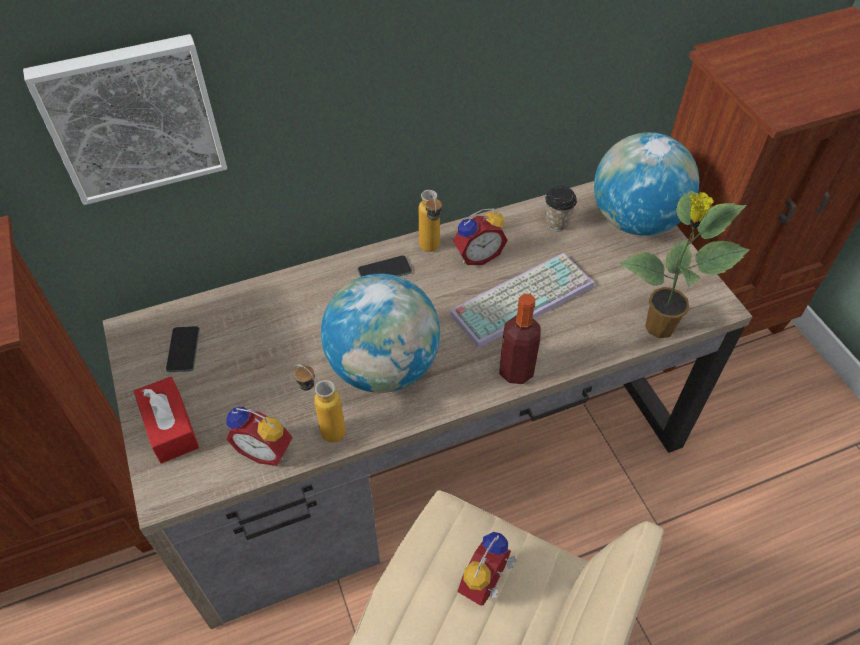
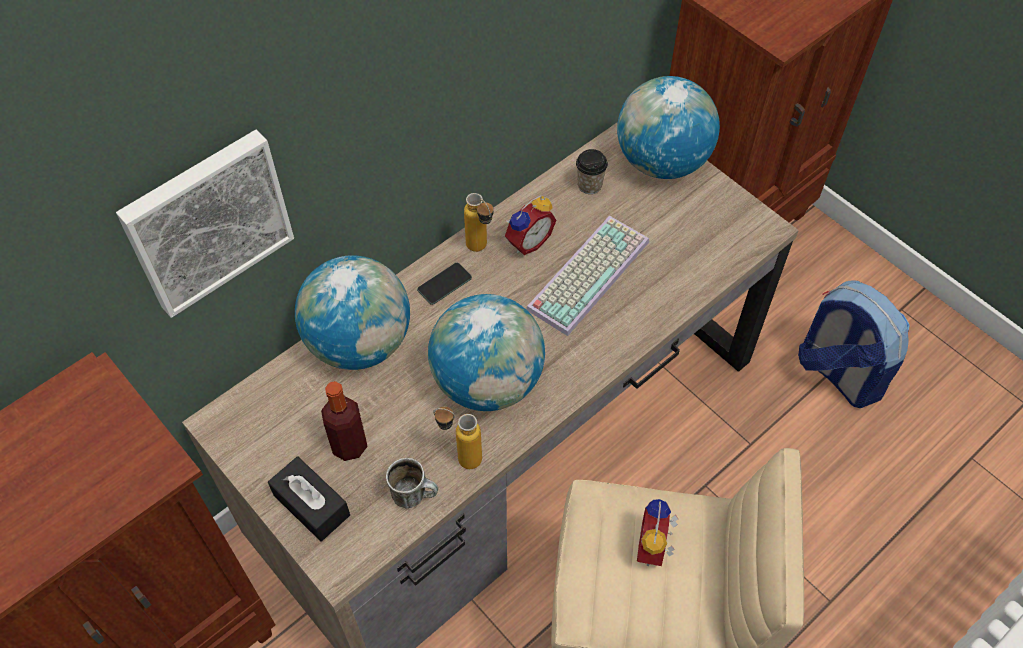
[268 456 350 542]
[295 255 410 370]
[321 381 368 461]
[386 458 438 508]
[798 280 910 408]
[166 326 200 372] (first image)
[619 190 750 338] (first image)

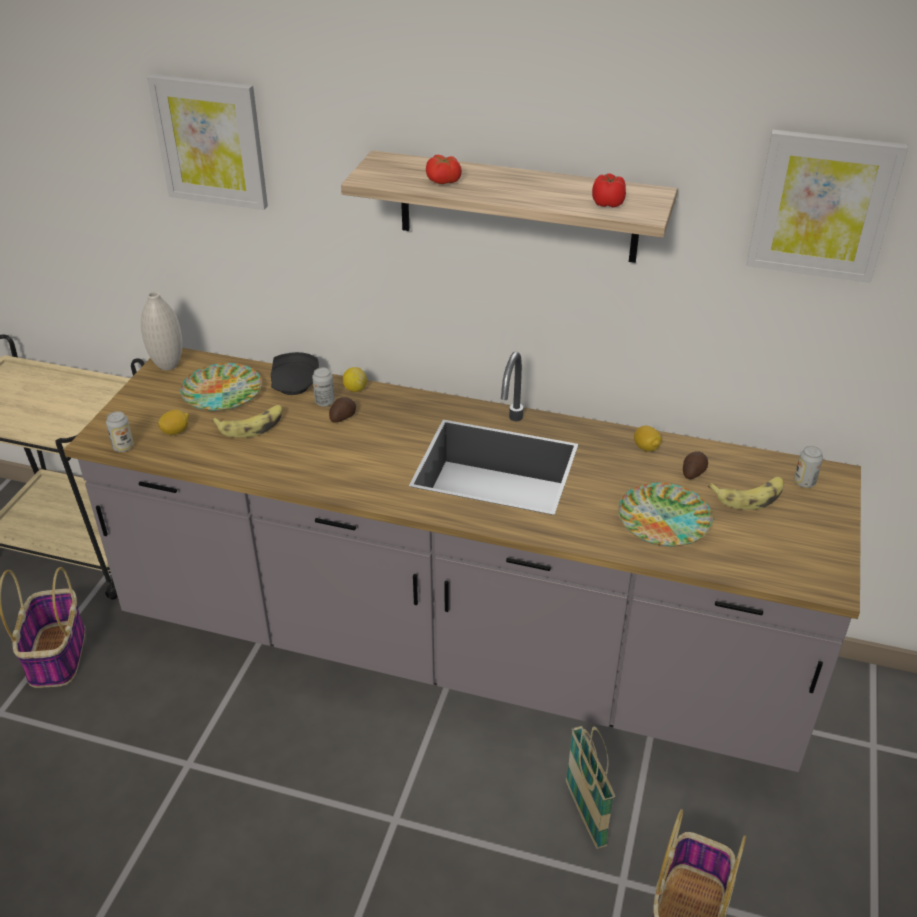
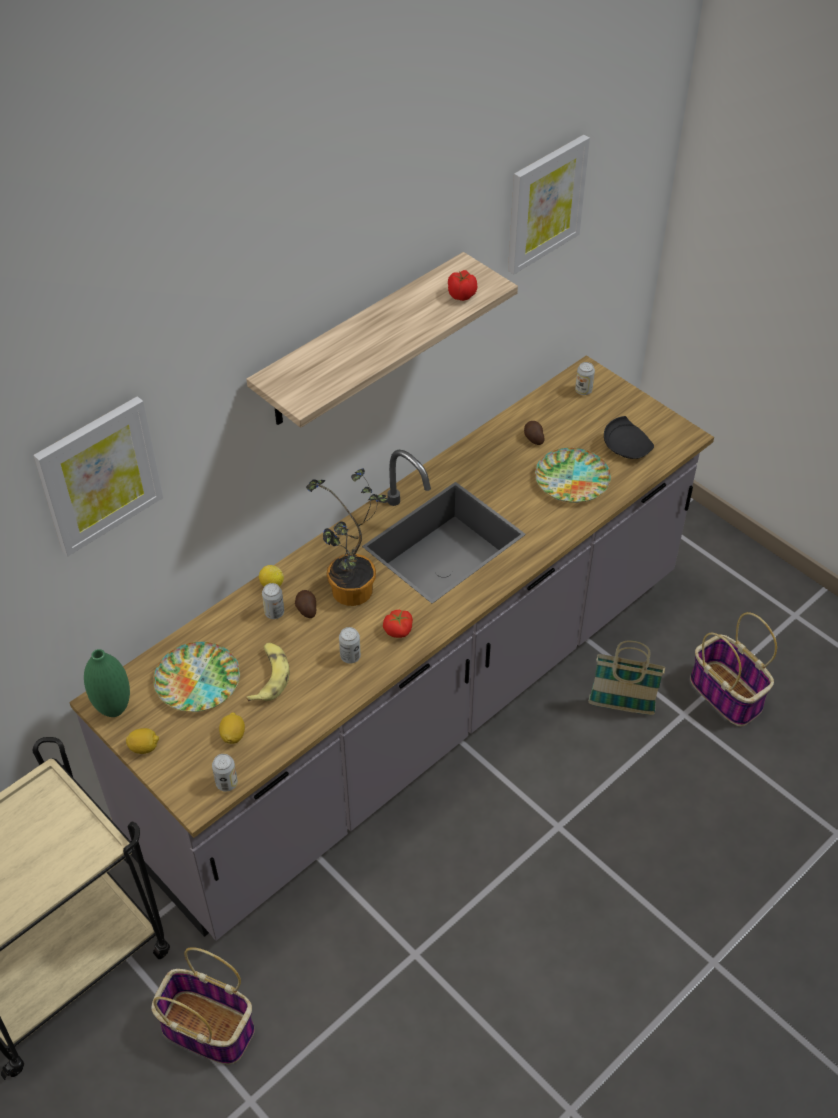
[84 649 130 717]
[126 728 159 754]
[306 468 388 606]
[339 627 361 664]
[383 610 413 638]
[604 416 654 459]
[708 477 784 510] (first image)

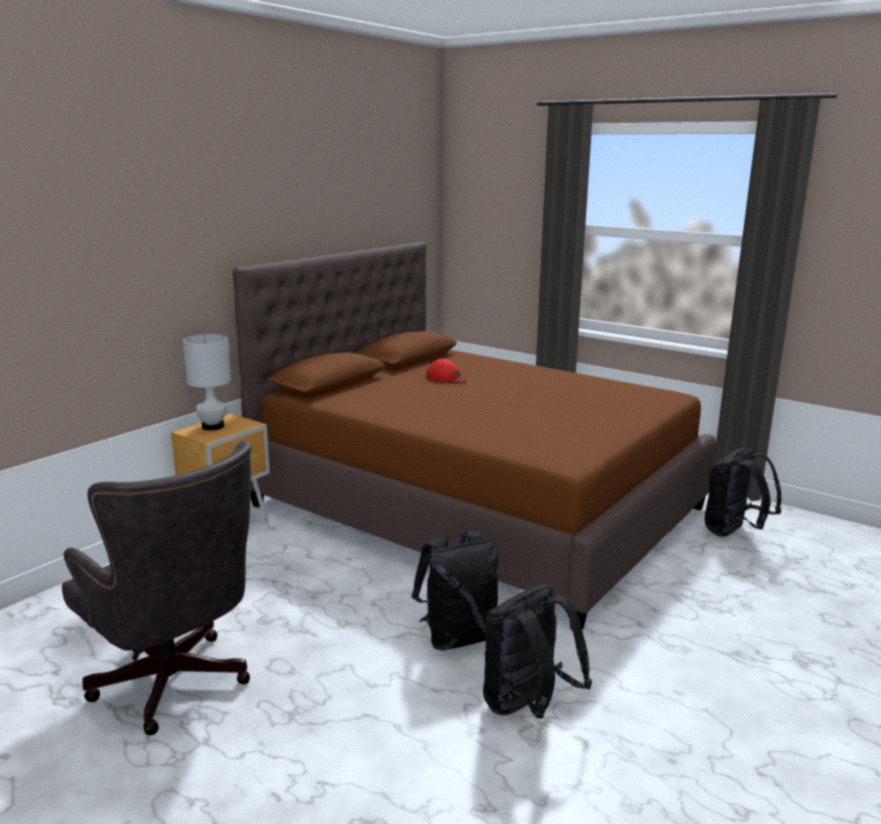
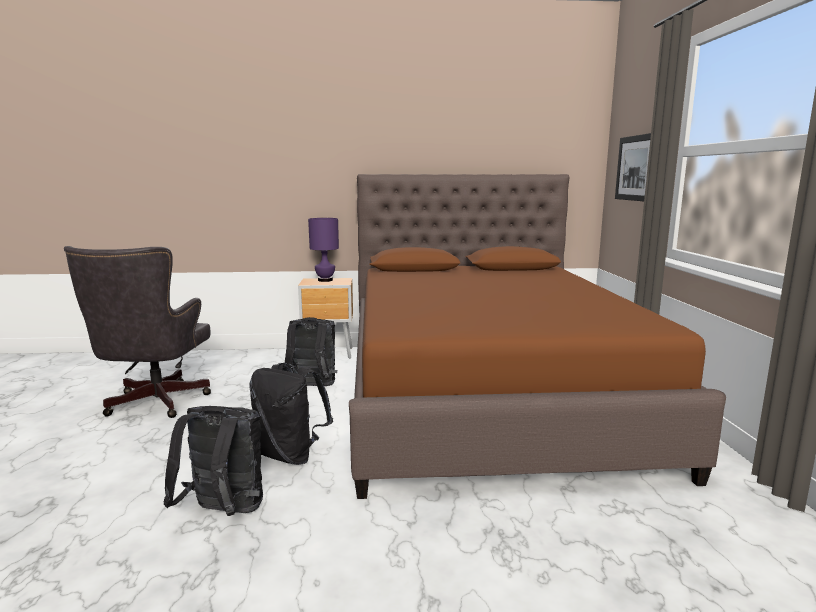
[285 317 337 386]
[308 218 339 282]
[615 133 651 201]
[426 359 467 383] (first image)

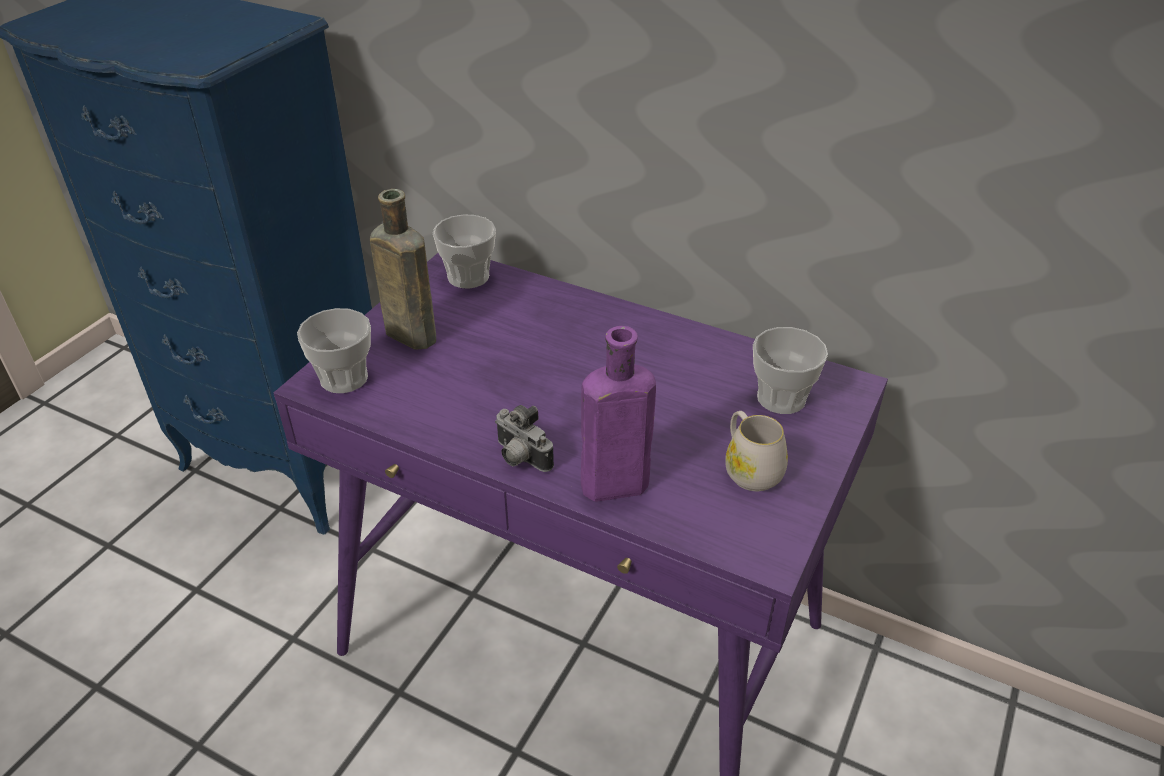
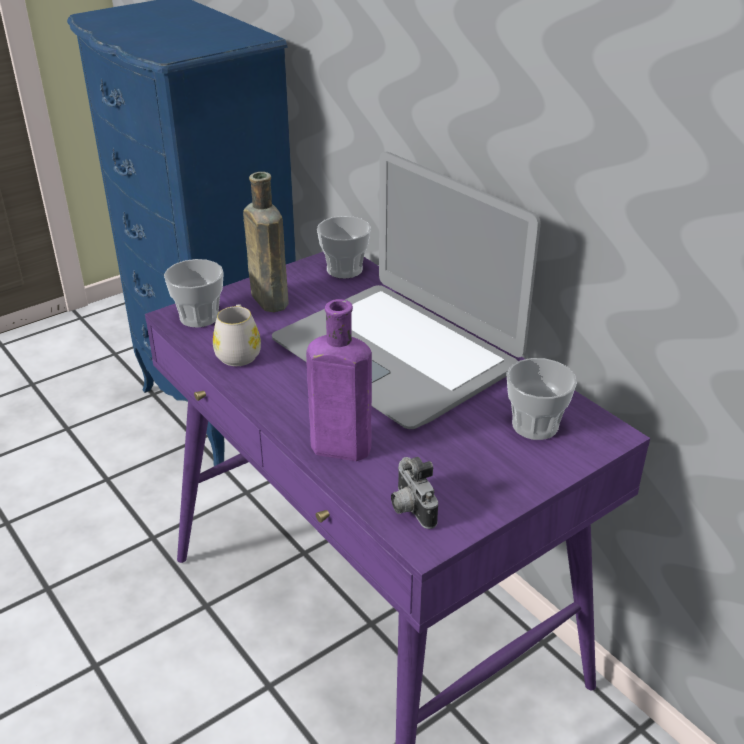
[213 305 261 366]
[272 152 541 429]
[391 457 438 529]

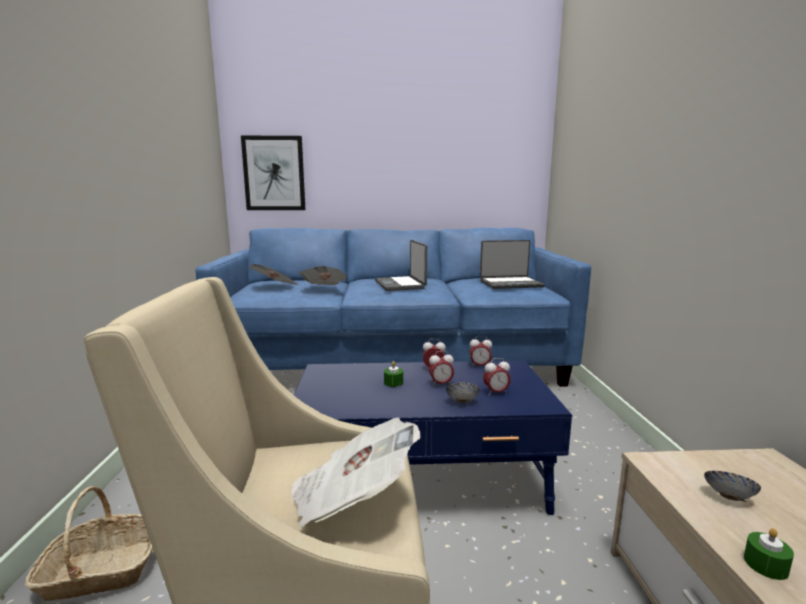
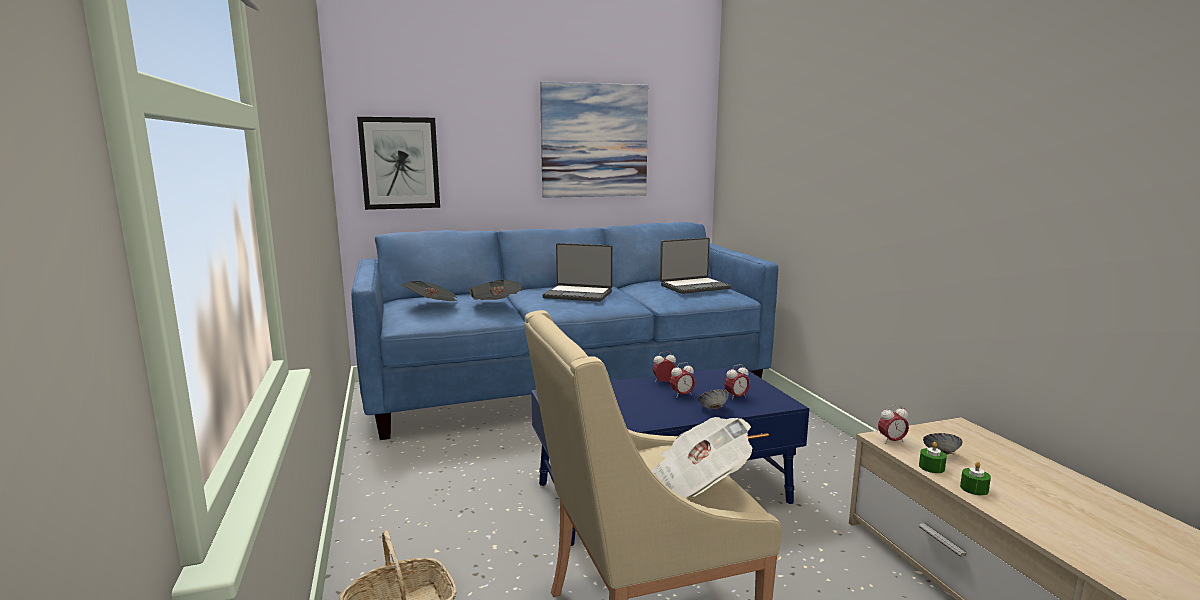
[540 81 648 198]
[542 243 613 302]
[878 405 909 444]
[919 442 947 473]

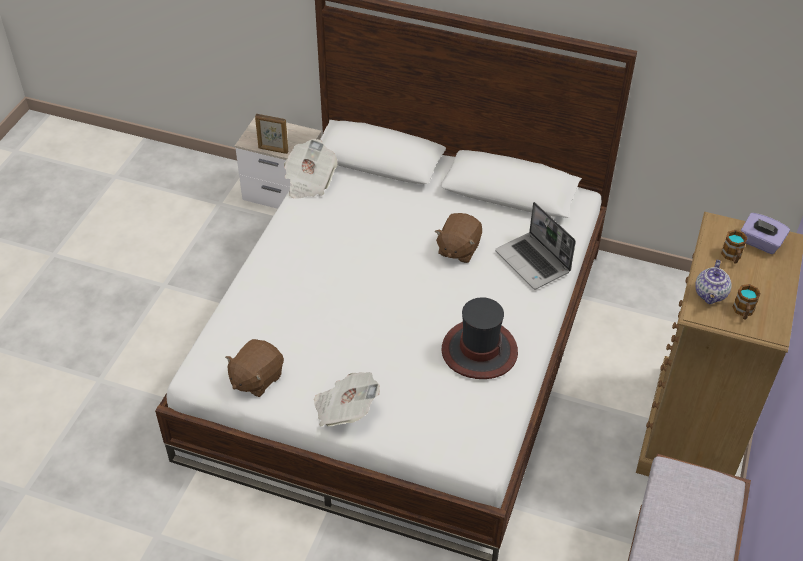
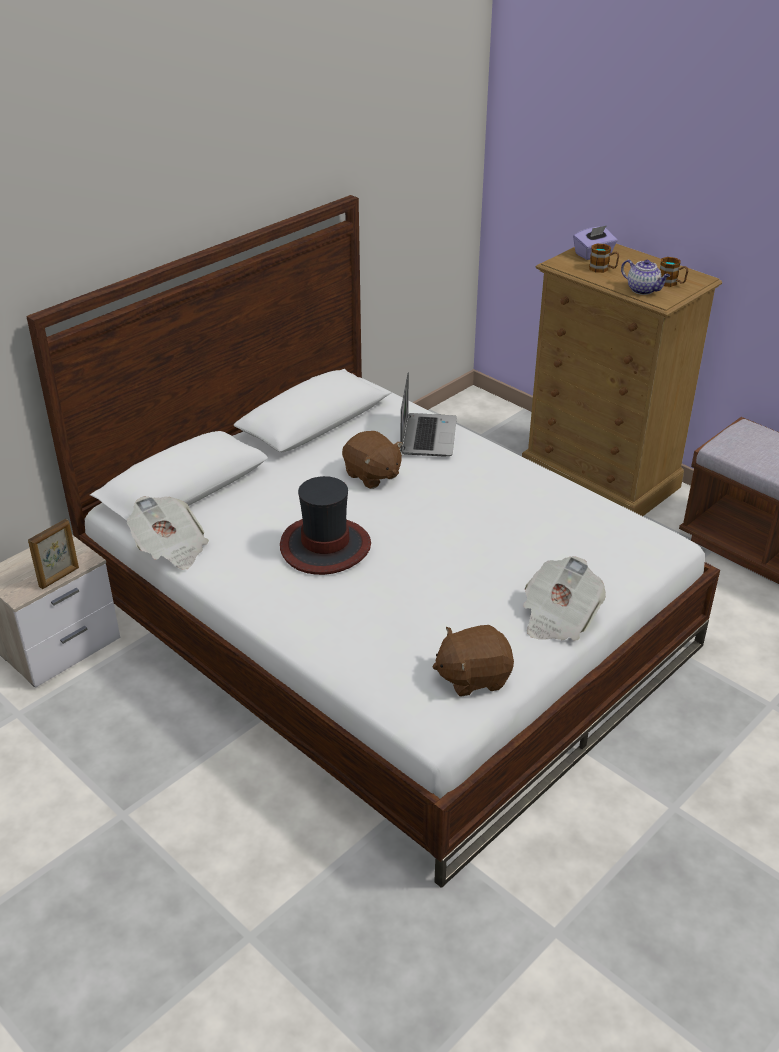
[280 476 371 575]
[400 372 457 456]
[433 625 514 697]

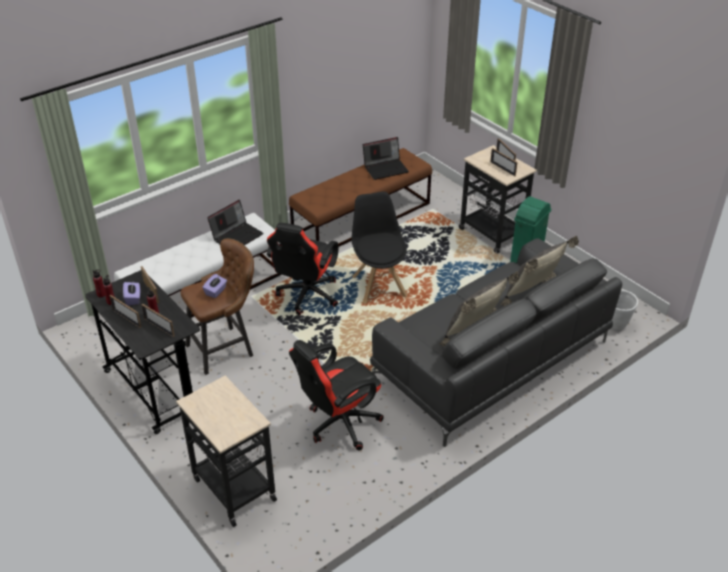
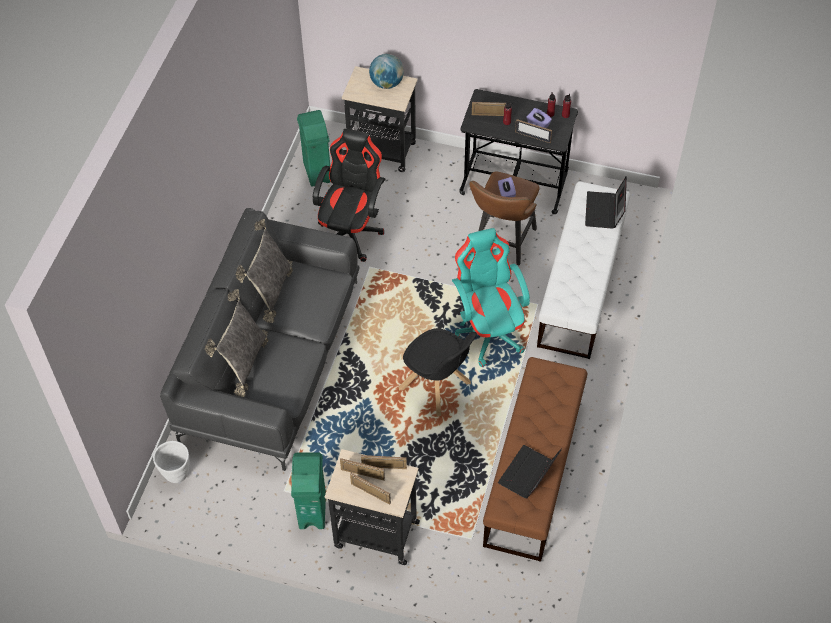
[297 110 330 187]
[361 455 407 469]
[369 54 404 89]
[452 228 530 367]
[585 177 627 229]

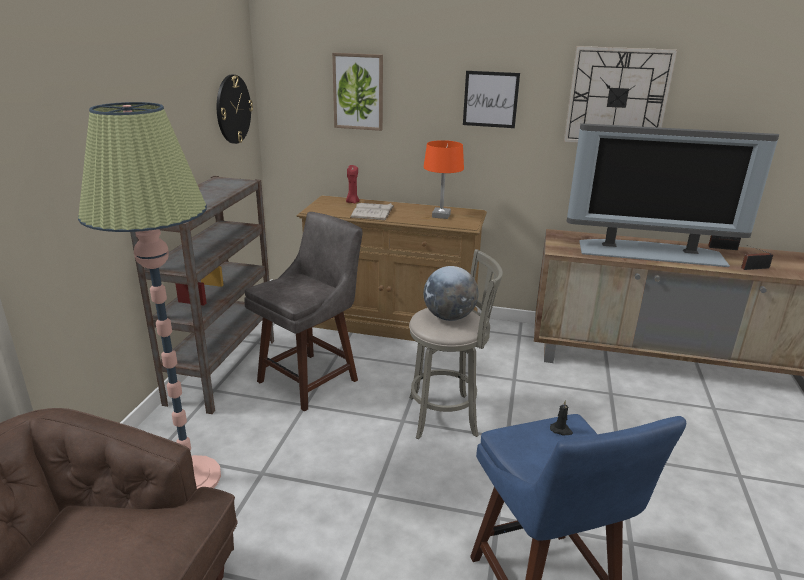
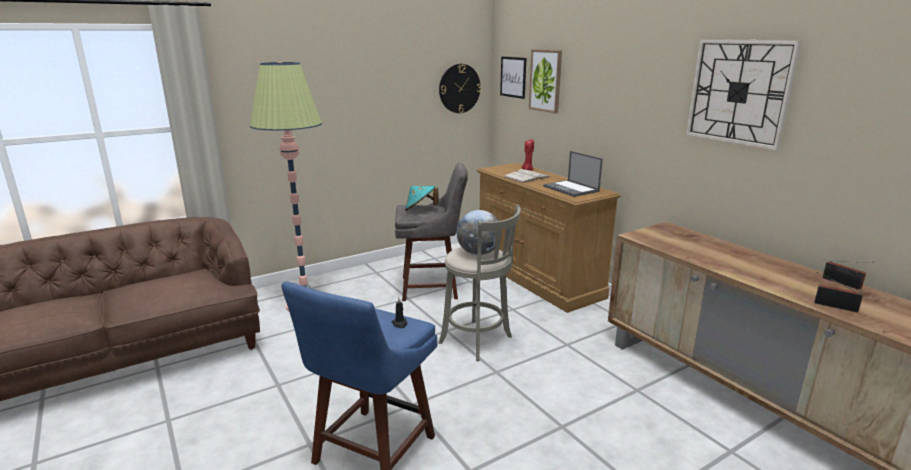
[405 186 439 211]
[500 57 527 99]
[543 151 603 197]
[130 176 274 414] (first image)
[567 123 779 267] (first image)

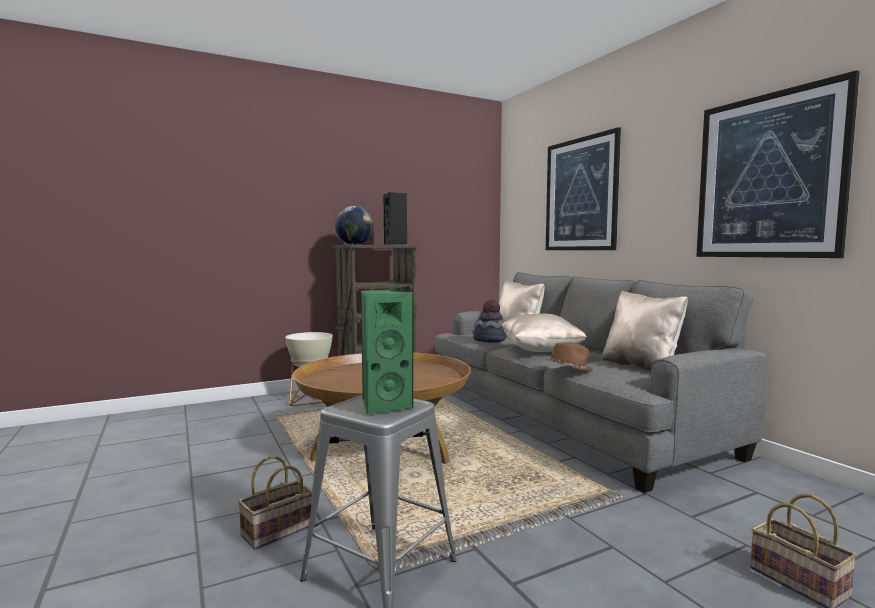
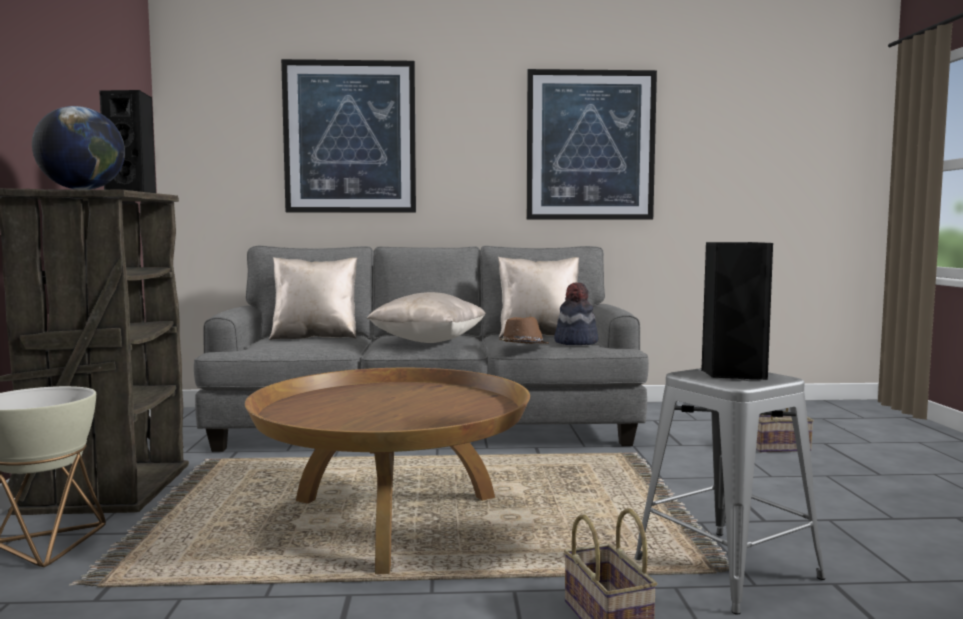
[554 283 598 345]
[701 242 773 380]

